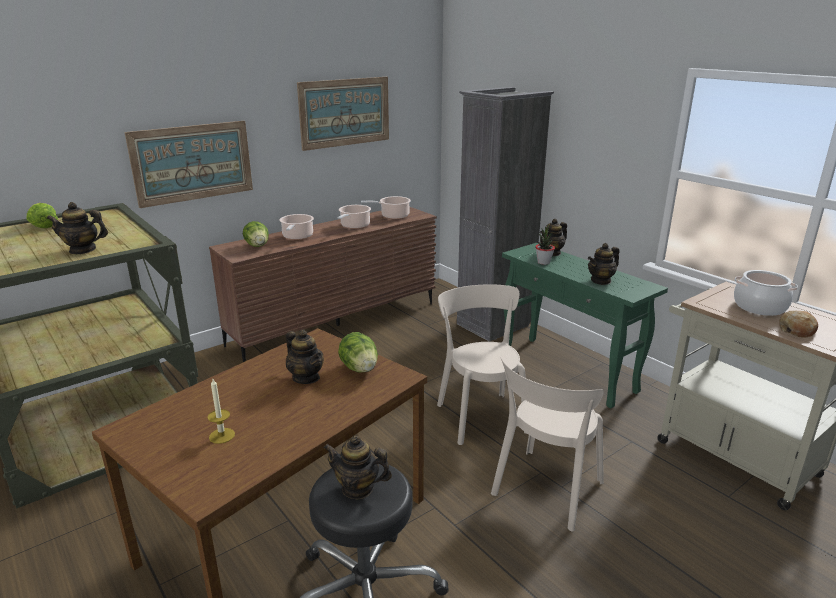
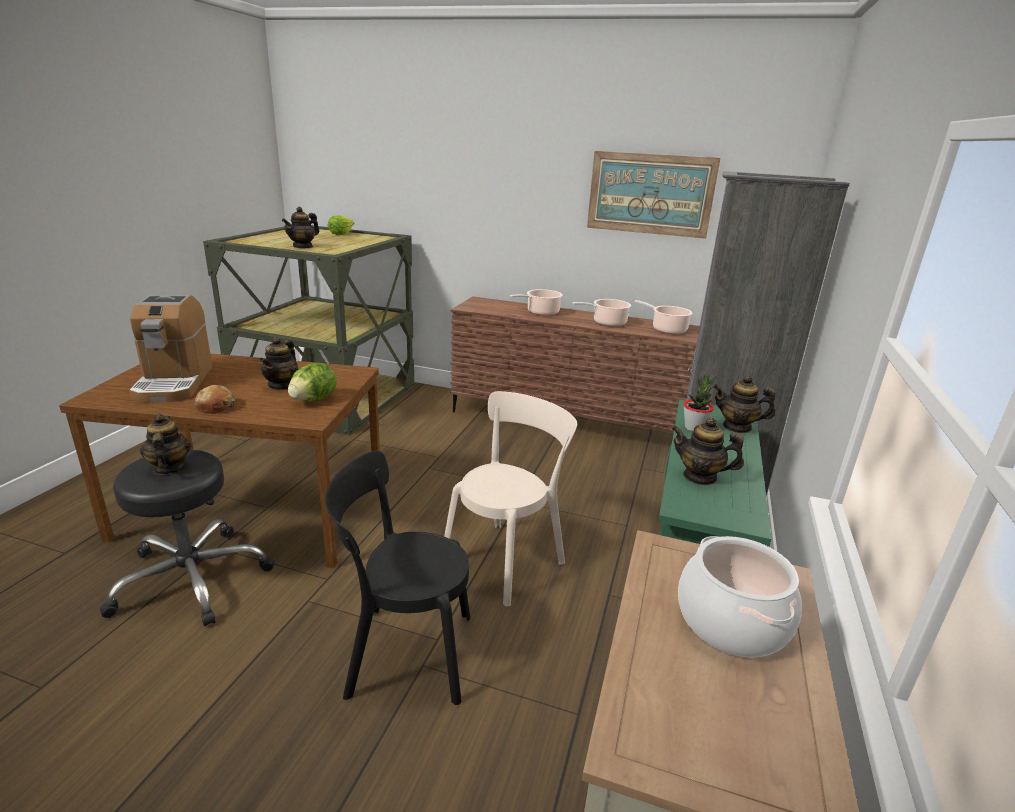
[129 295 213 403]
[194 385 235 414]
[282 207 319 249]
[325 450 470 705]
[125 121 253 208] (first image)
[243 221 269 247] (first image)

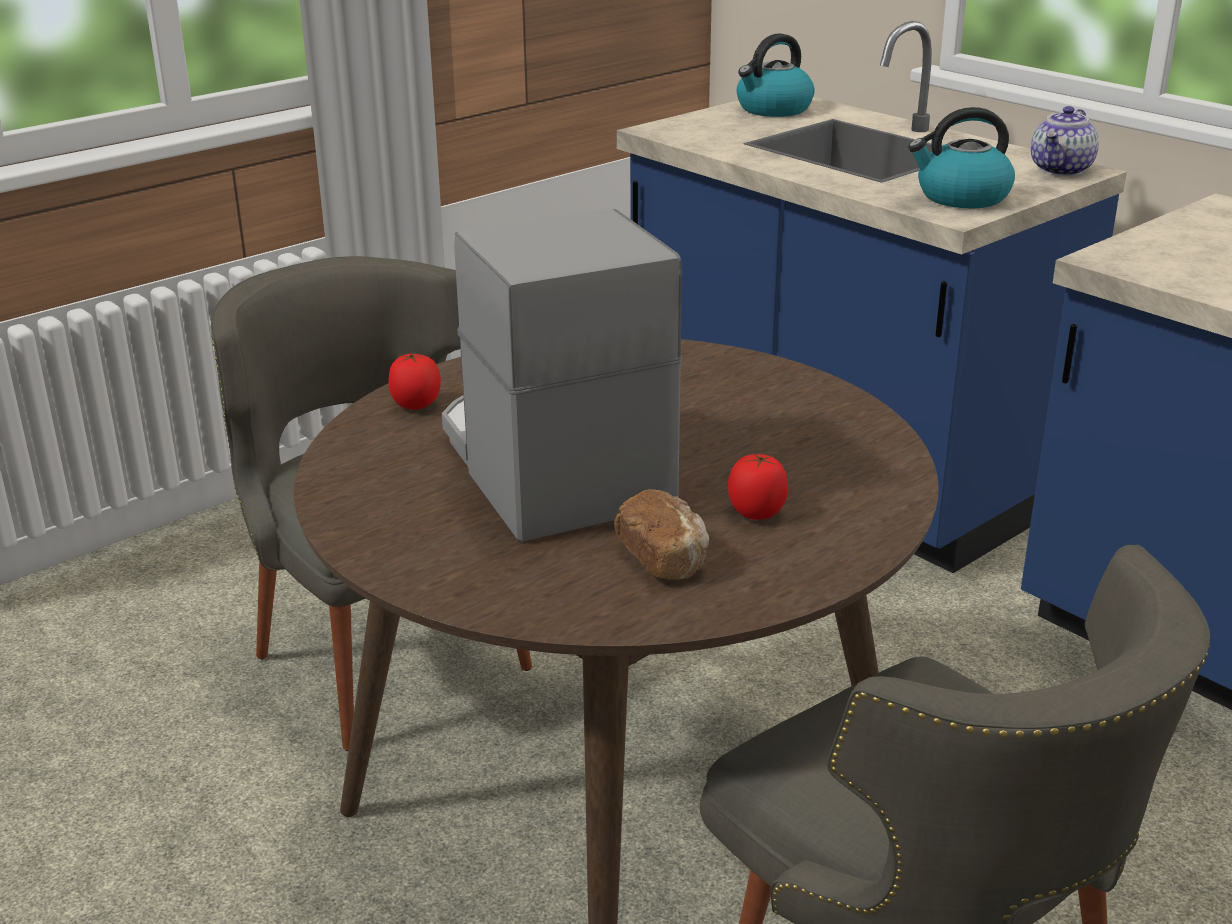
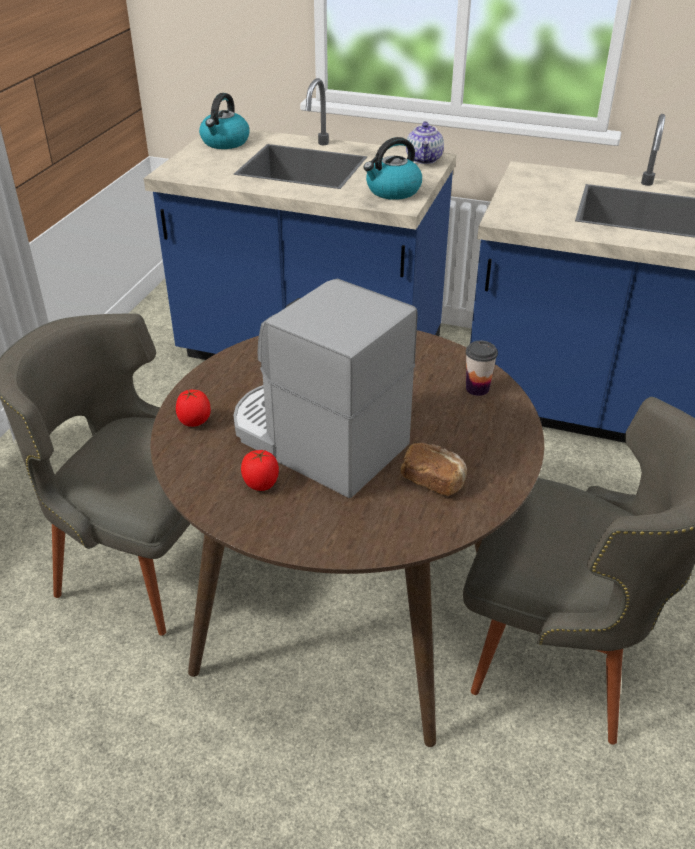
[241 450 279 491]
[466 341 498 396]

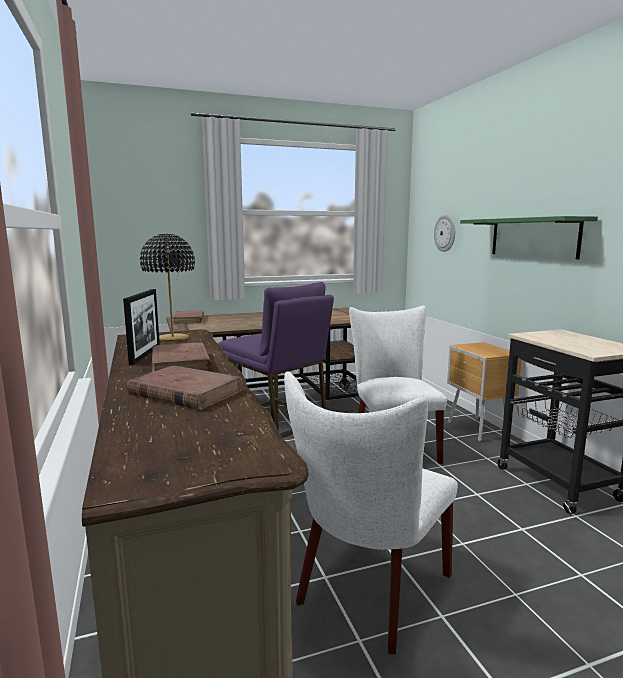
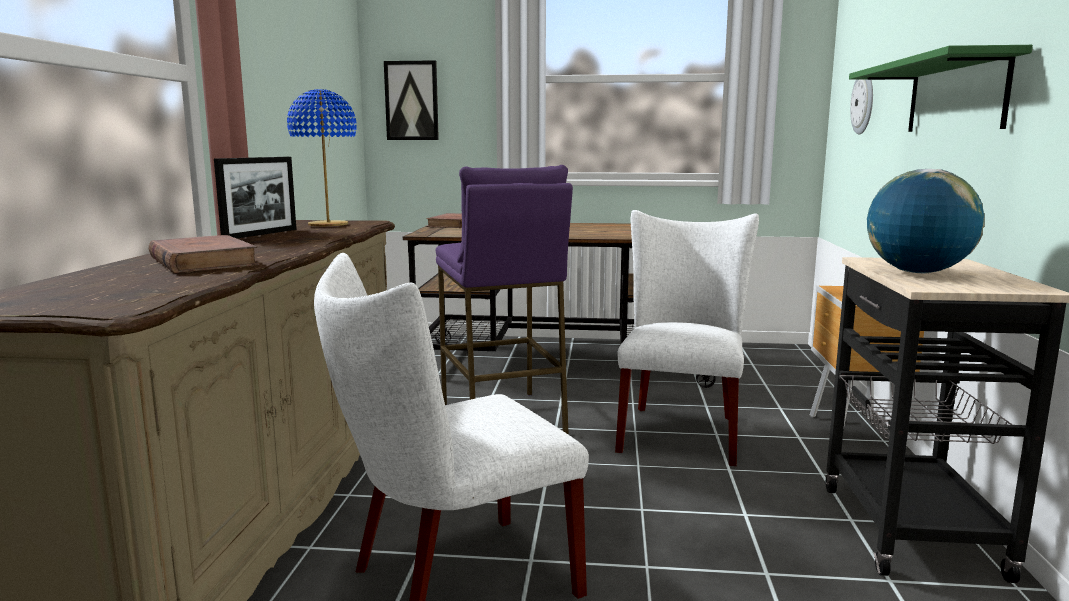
[287 89 357 226]
[384 60 439 140]
[867 169 985 274]
[152 342 212 372] (first image)

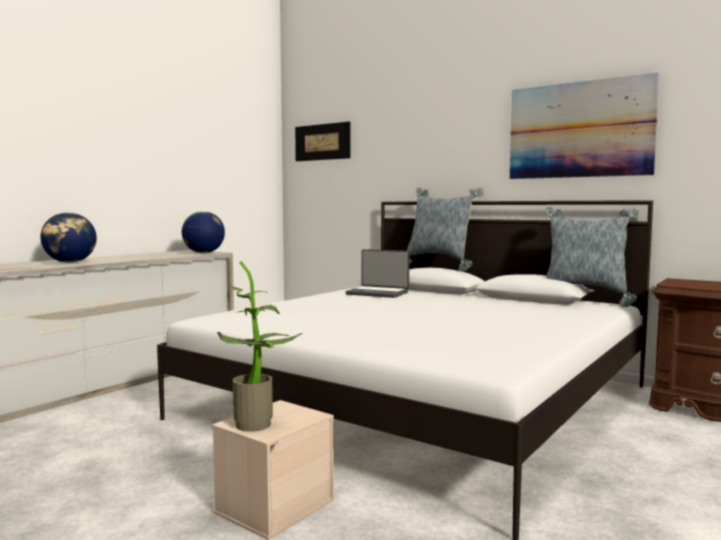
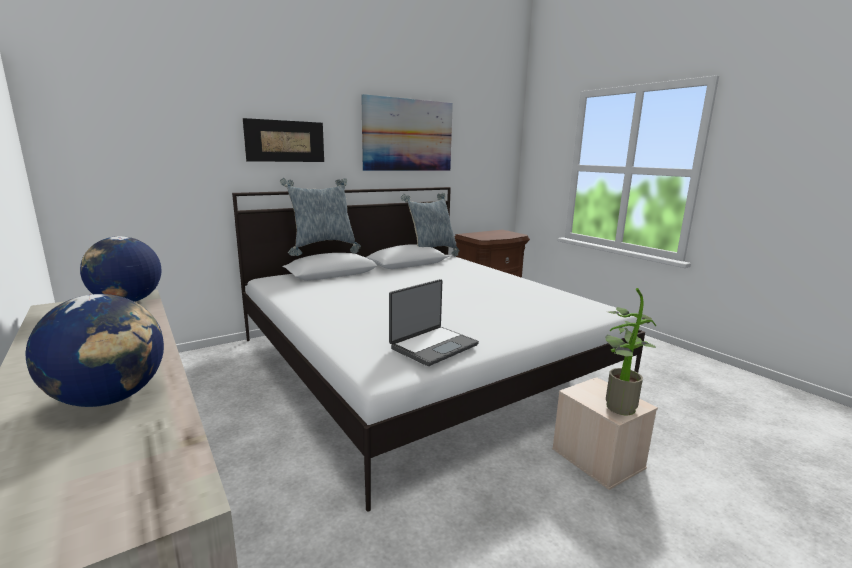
[243 118 324 162]
[389 279 479 366]

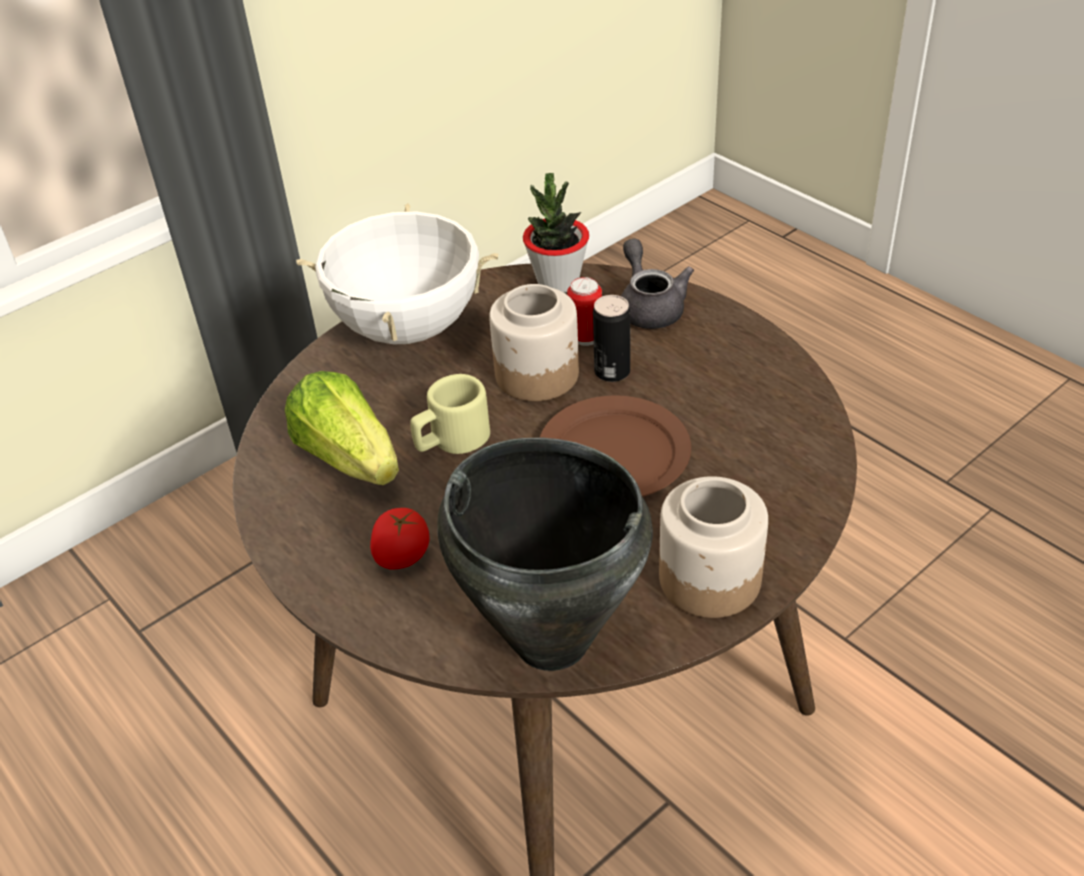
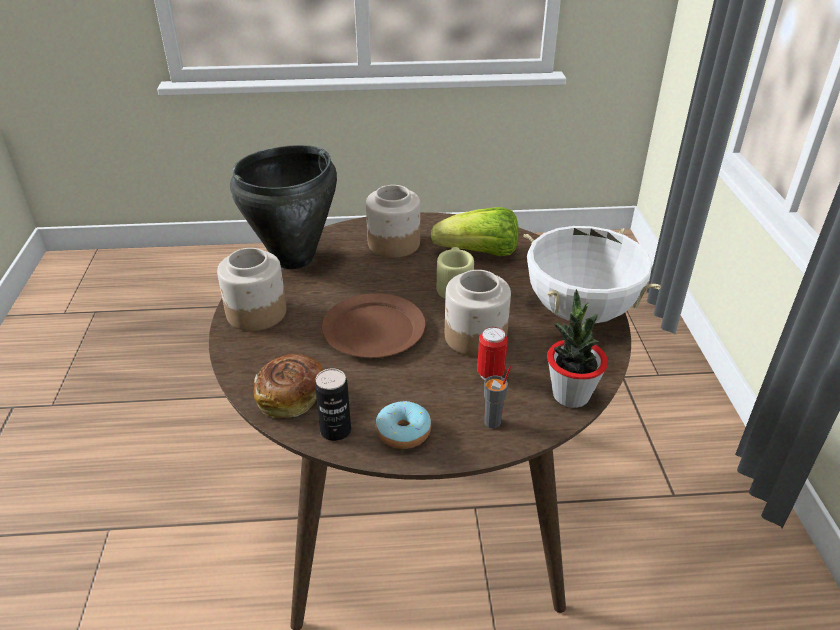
[253 354 323 418]
[315 368 351 441]
[366 185 420 258]
[376 401 431 449]
[484 366 511 428]

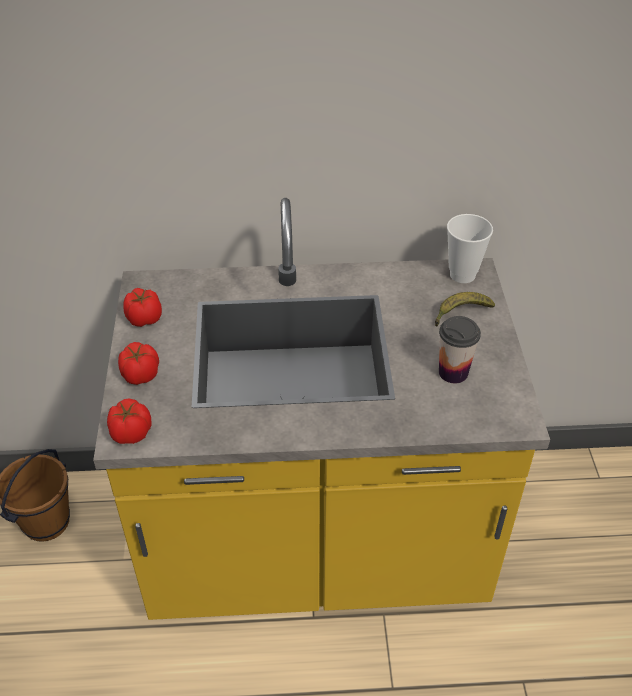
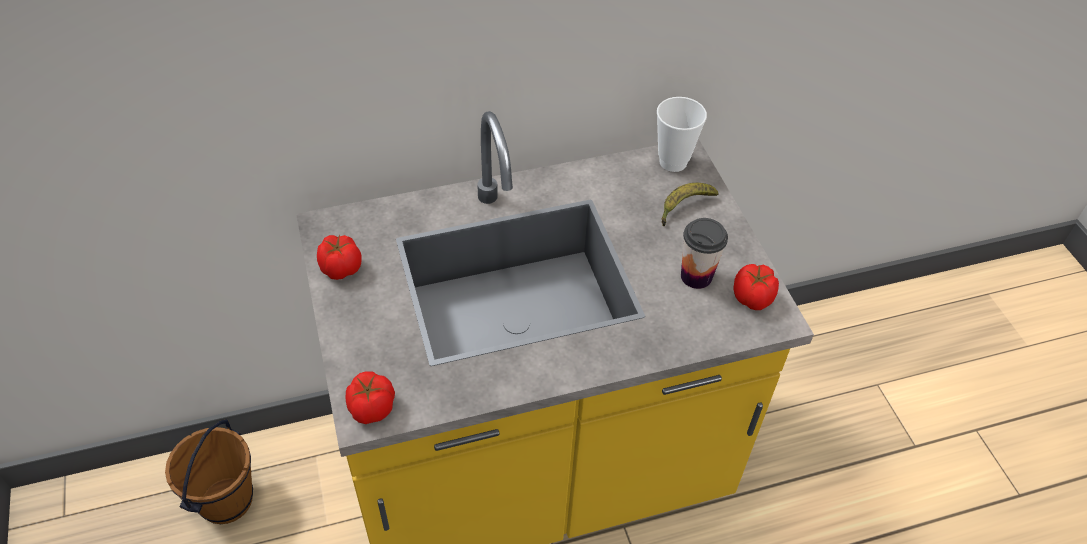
[733 264 779 310]

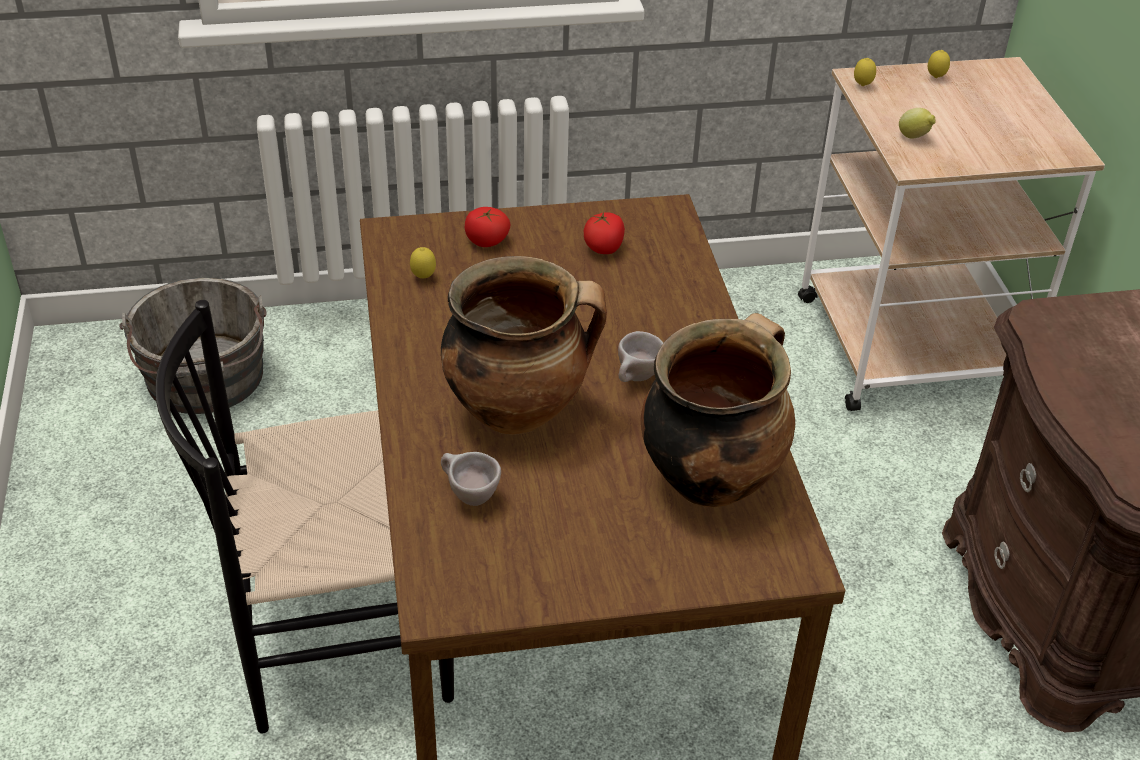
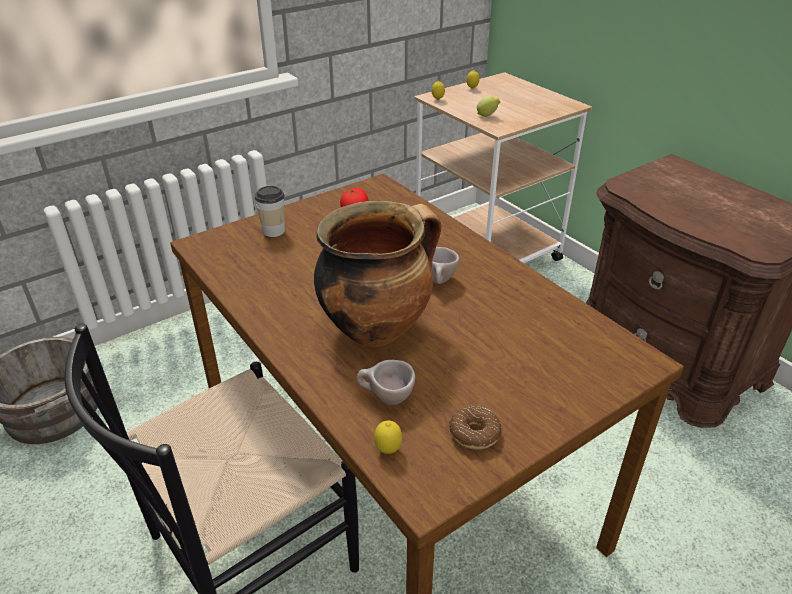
[255 186 285 237]
[374 420 402 454]
[449 406 502 450]
[641 313 795 507] (first image)

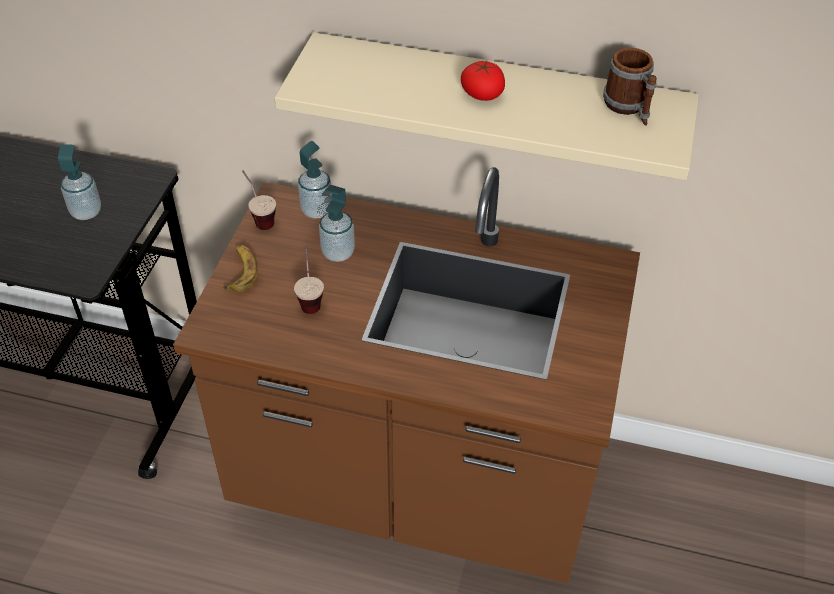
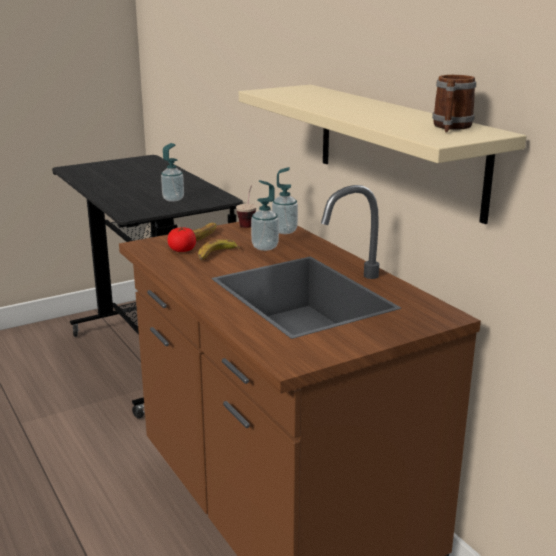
[167 227 196 252]
[198 239 240 261]

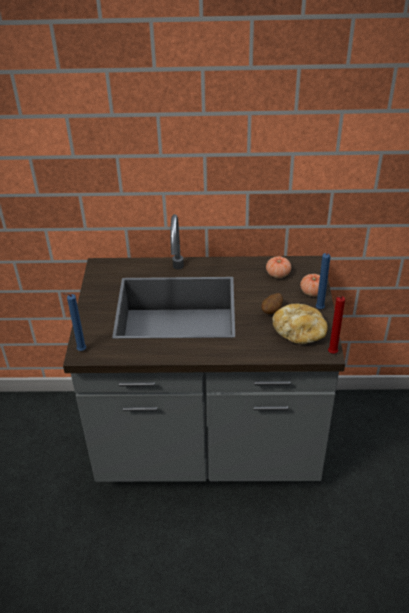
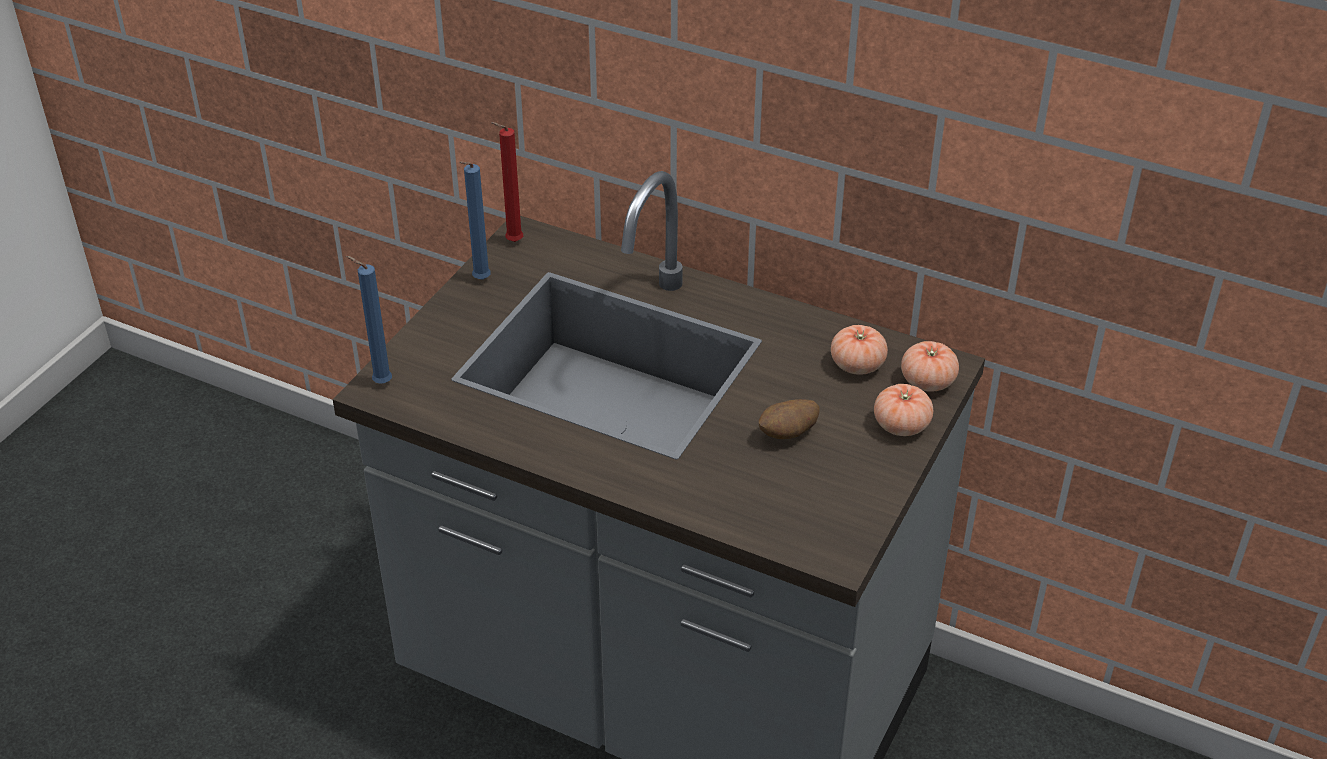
[459 161 491 280]
[491 122 523 242]
[901 341 959 392]
[272 303 328 344] (first image)

